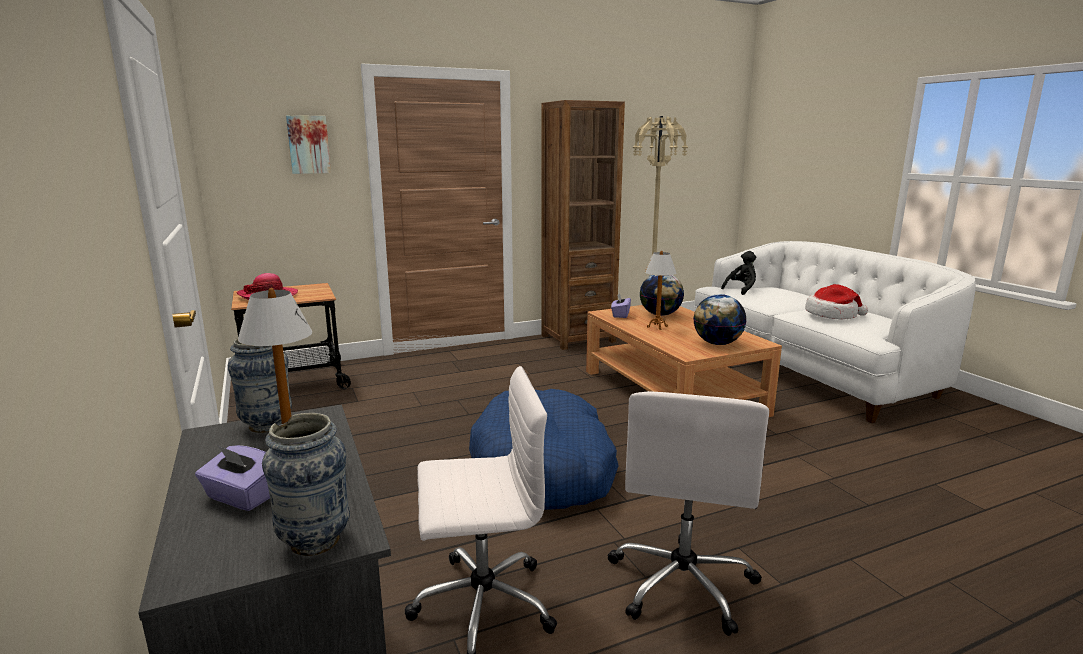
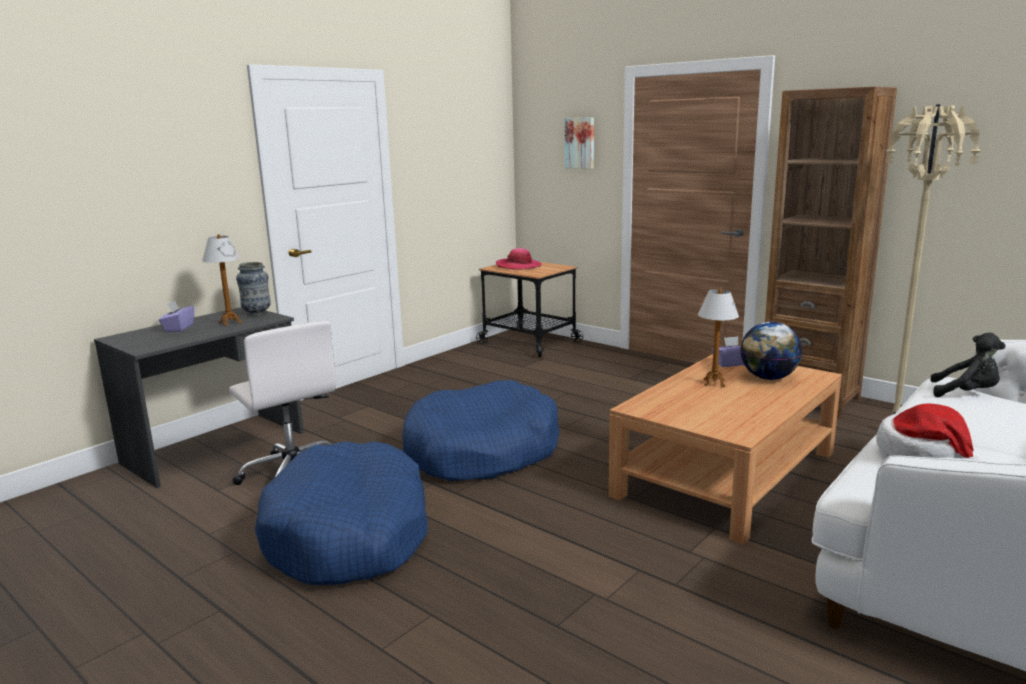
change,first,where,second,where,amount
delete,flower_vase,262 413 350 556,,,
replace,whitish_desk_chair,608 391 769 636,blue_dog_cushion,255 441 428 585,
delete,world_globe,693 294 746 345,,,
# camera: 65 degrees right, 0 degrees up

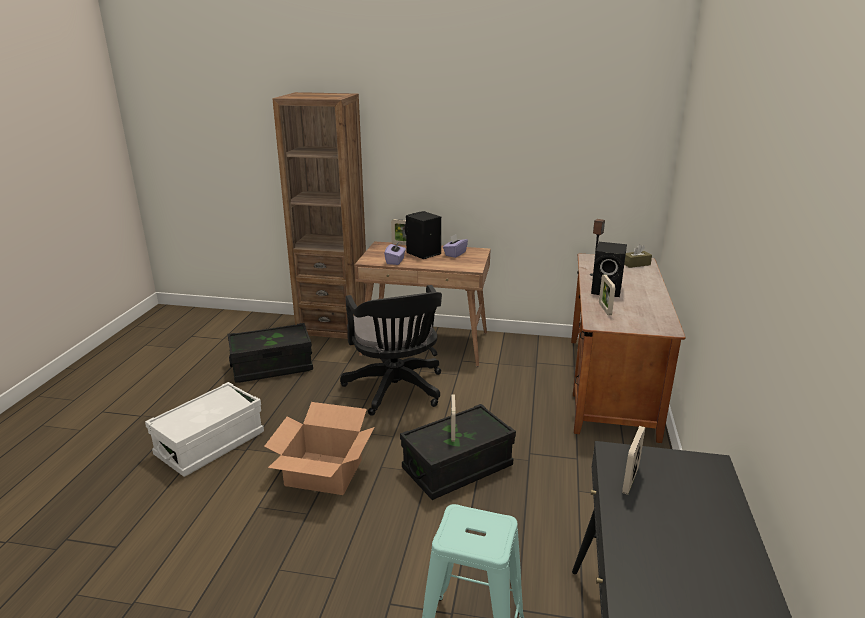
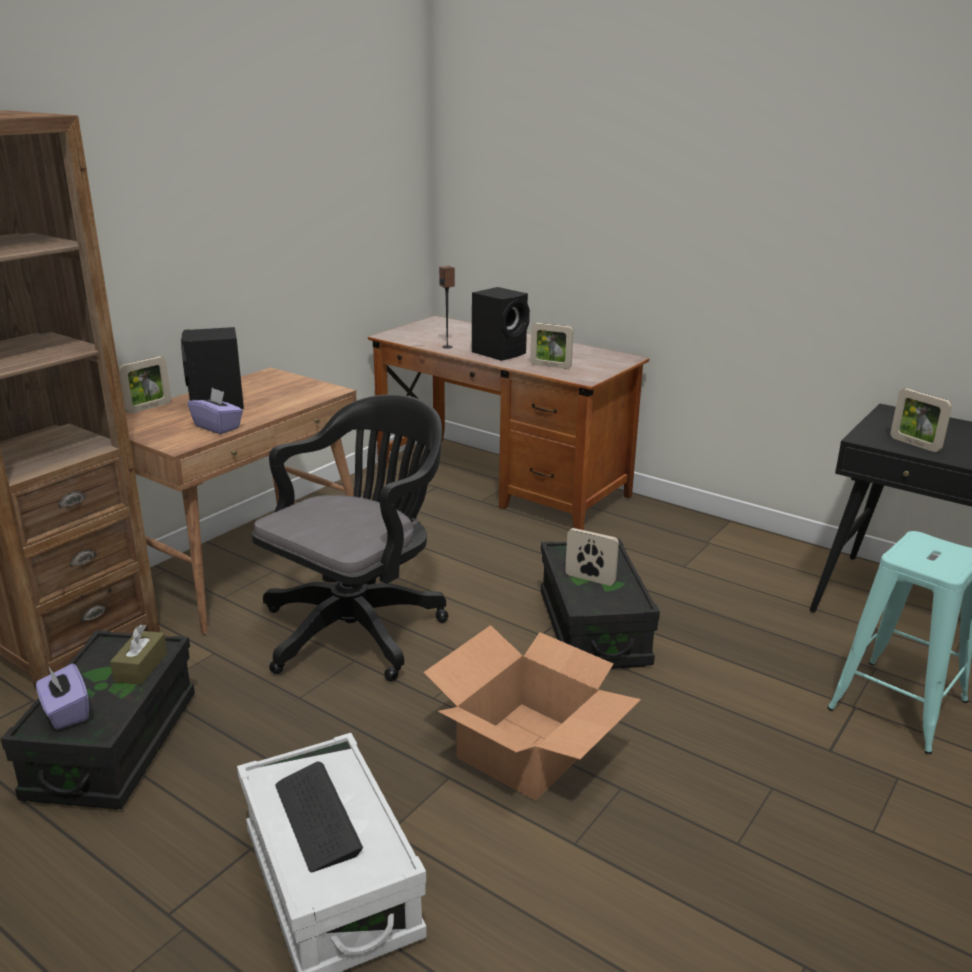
change,first,where,second,where,amount
rotate,blackish_desk_chair,340 285 442 416,,251 394 449 682,60 degrees counterclockwise
move,purple-coloured_tissue_box,443 234 468 258,,36 664 89 729,
move,brown-coloured_tissue_box,624 244 652 268,,110 624 167 685,
insert,,,keyboard,275 762 363 872,
# camera: 65 degrees left, 0 degrees up

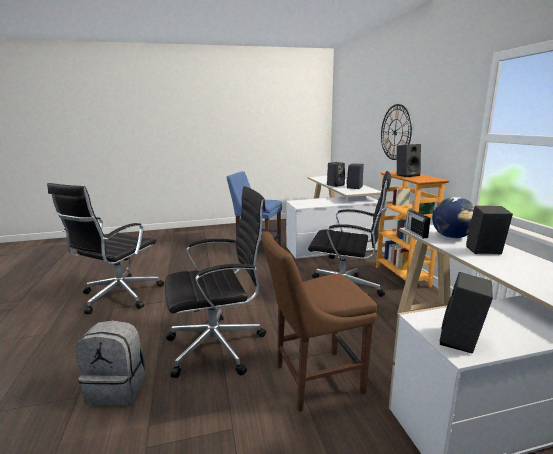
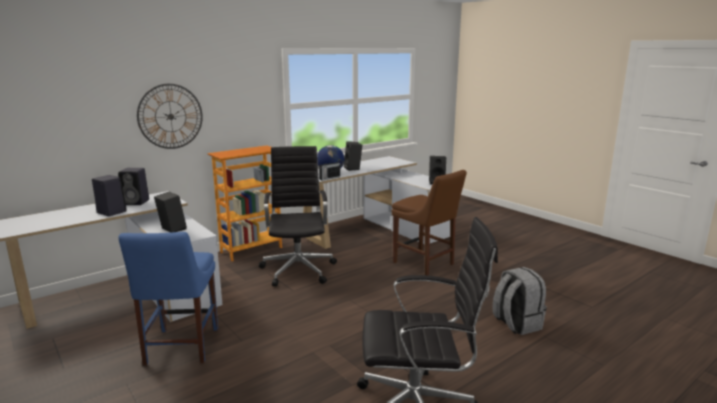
change,first,where,second,where,amount
delete,blackish_desk_chair,165 186 266 378,,,
move,blackish_speaker,397 144 421 177,,154 192 187 232,
# camera: 115 degrees left, 0 degrees up

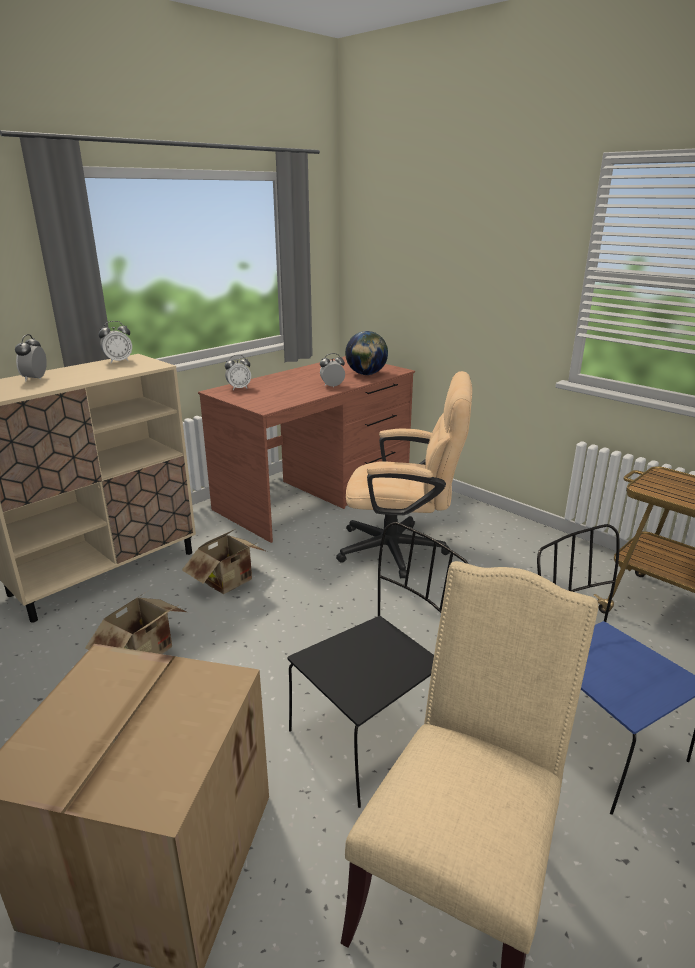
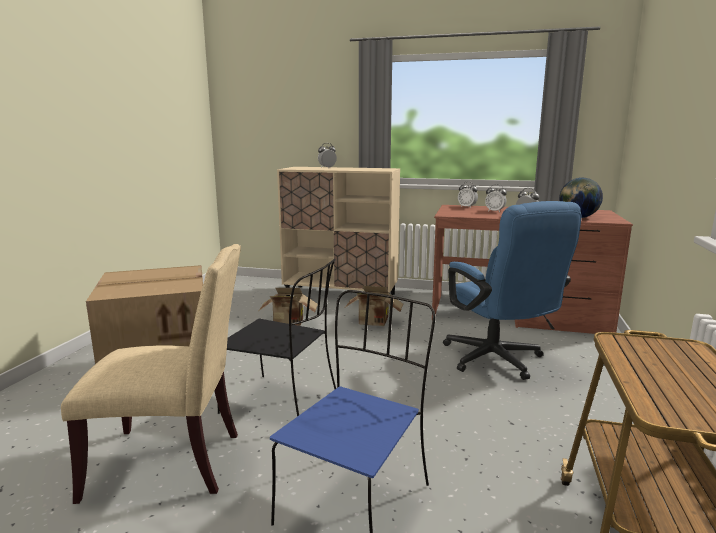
change,first,where,second,where,amount
move,table_clock,99 321 132 363,,485 184 507 212,
recolor,beige_desk_chair,336 371 472 579,blue_desk_chair,443 201 582 380,
# camera: 60 degrees right, 10 degrees down

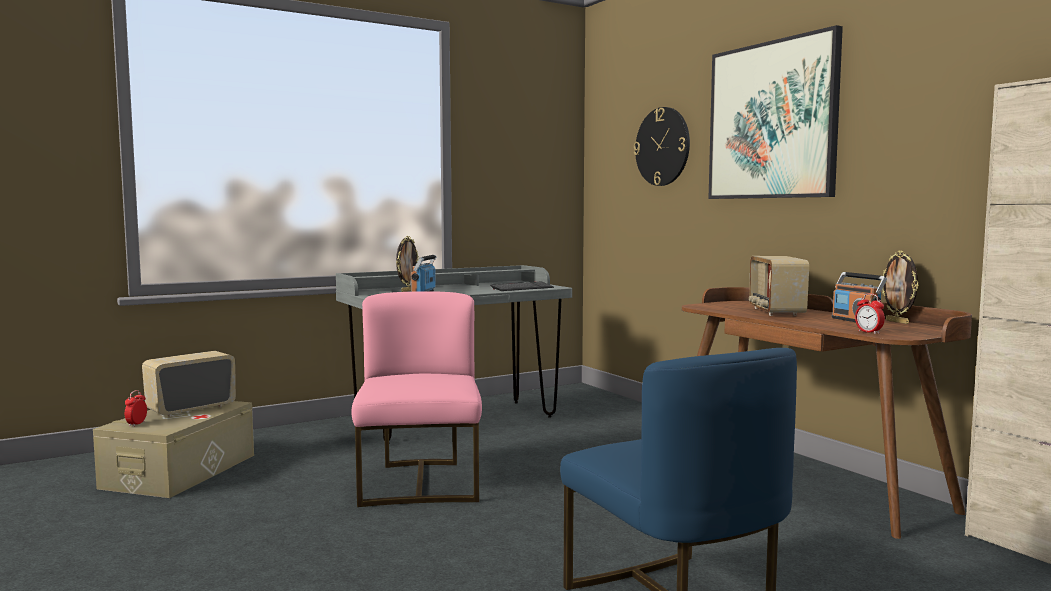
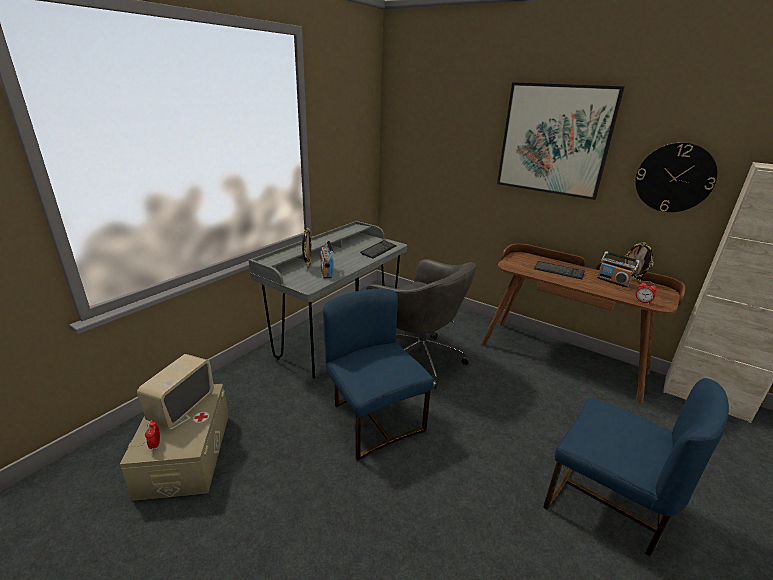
change,first,where,second,where,amount
recolor,pinkish_plain_chair,352 291 482 507,blue_plain_chair,323 288 434 461,
move,wall_clock,634 107 690 186,,635 143 717 212,
replace,radio_set,749 256 809 316,keyboard,534 261 585 279,
insert,,,greyish_desk_chair,366 259 476 389,
# camera: 25 degrees left, 20 degrees up

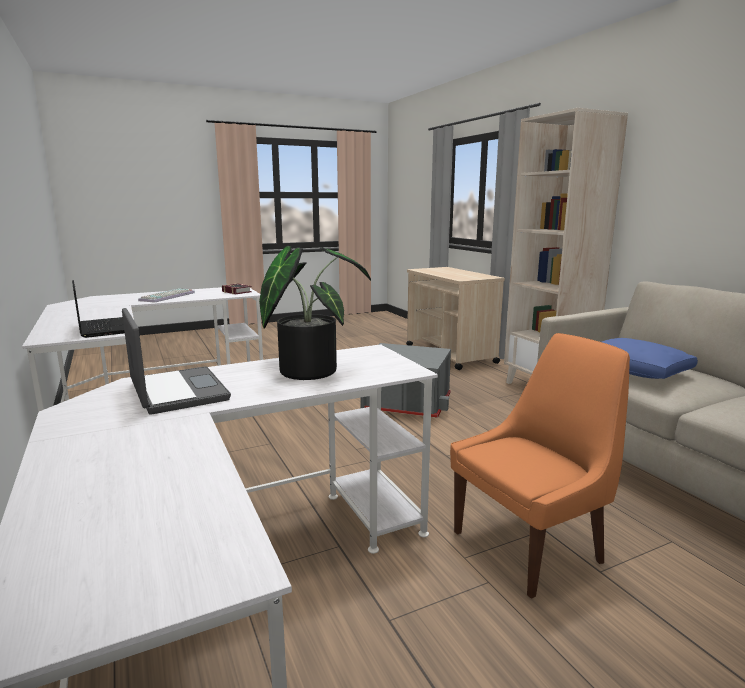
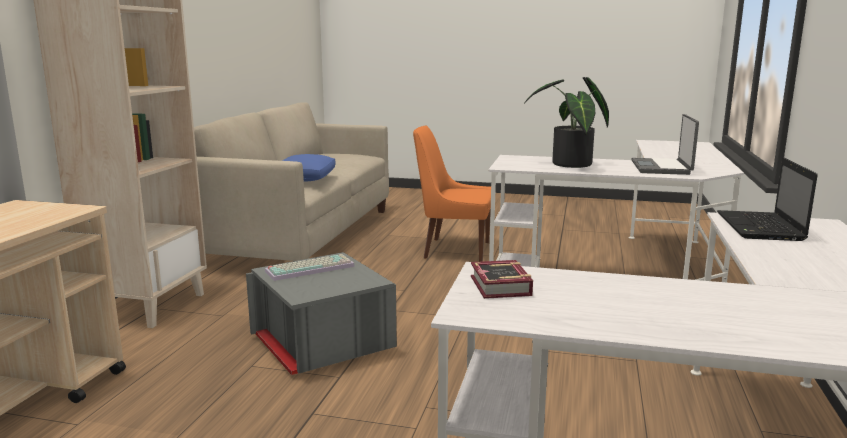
change,first,where,second,where,amount
move,keyboard,138 288 195 303,,265 254 355 281,
# camera: 140 degrees left, 0 degrees up

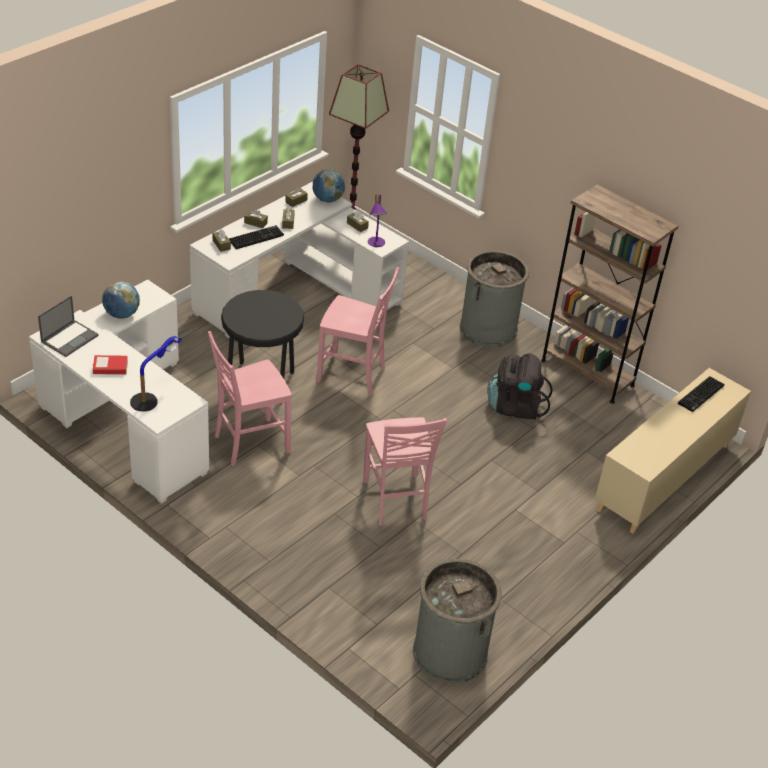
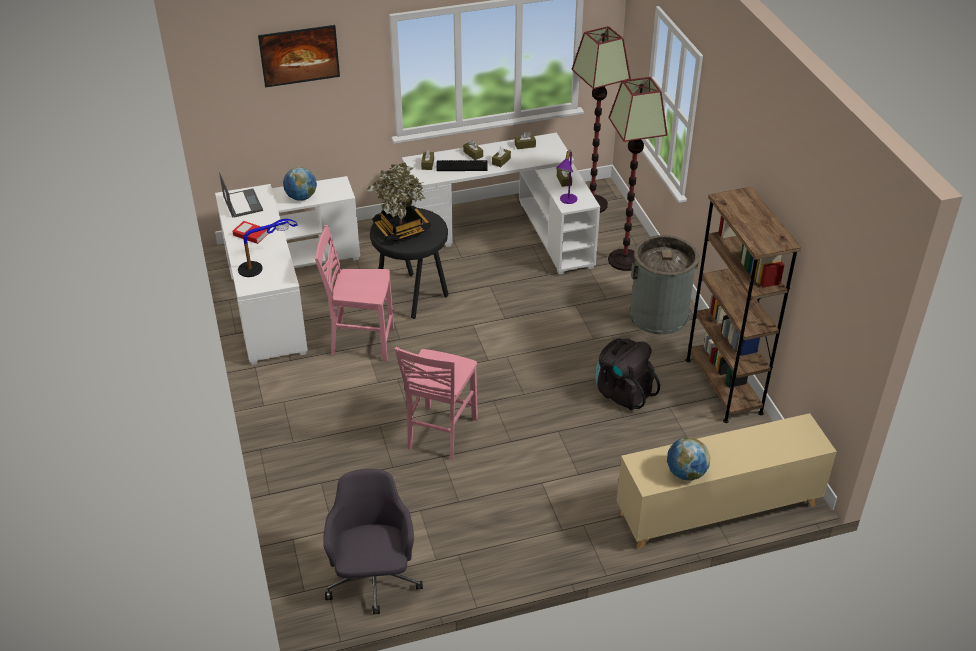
change,first,where,second,where,amount
rotate,laptop,38 296 99 357,,219 172 263 218,90 degrees counterclockwise
move,world_globe,313 169 345 202,,667 437 710 480,
delete,pinkish_plain_chair,316 267 399 395,,,
replace,greyish_waste_bin,413 559 502 683,greyish_desk_chair,323 469 423 614,
delete,keyboard,678 376 724 412,,,
insert,,,wall_art,258 25 340 88,
insert,,,plant_in_a_pot,366 162 431 241,
insert,,,standard_lamp,608 77 668 271,
# camera: 35 degrees right, 0 degrees up

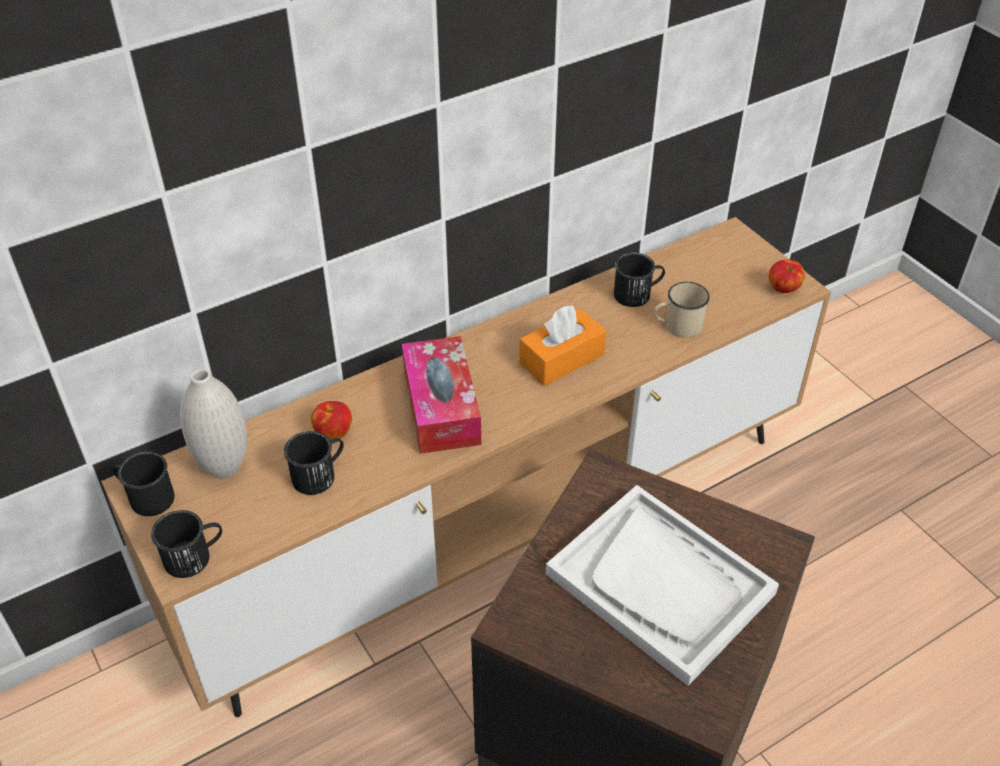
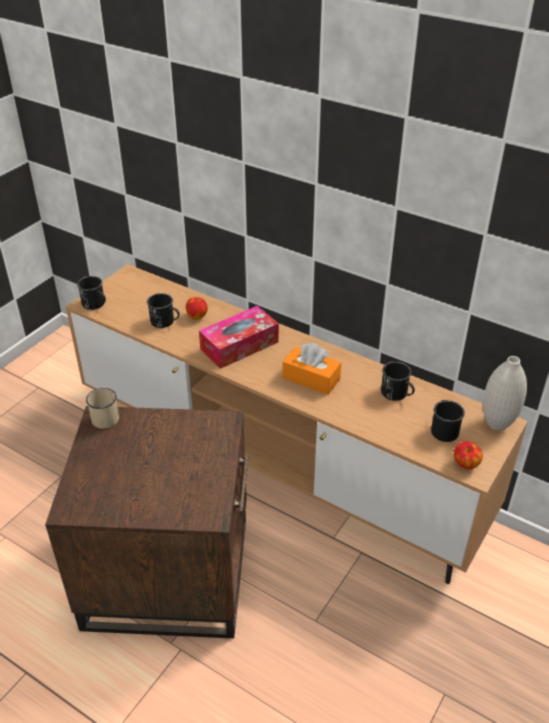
change,first,where,second,where,amount
move,blackish_tea_mug,112 452 175 516,,431 400 465 442,
move,whitish_flower_vase,180 369 247 478,,483 356 527 431,
delete,whitish_tray,546 485 779 686,,,
move,beige_tea_mug,654 282 710 338,,86 388 119 429,
# camera: 65 degrees right, 5 degrees down

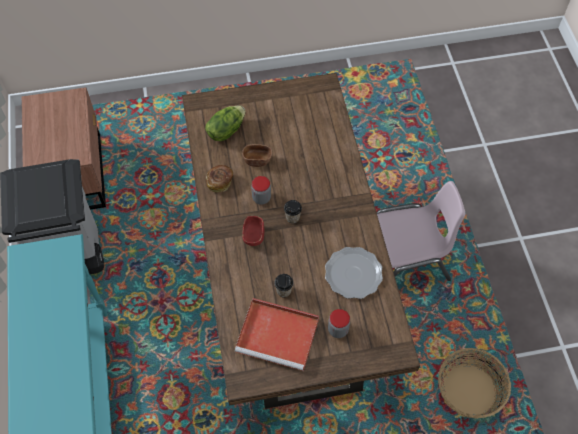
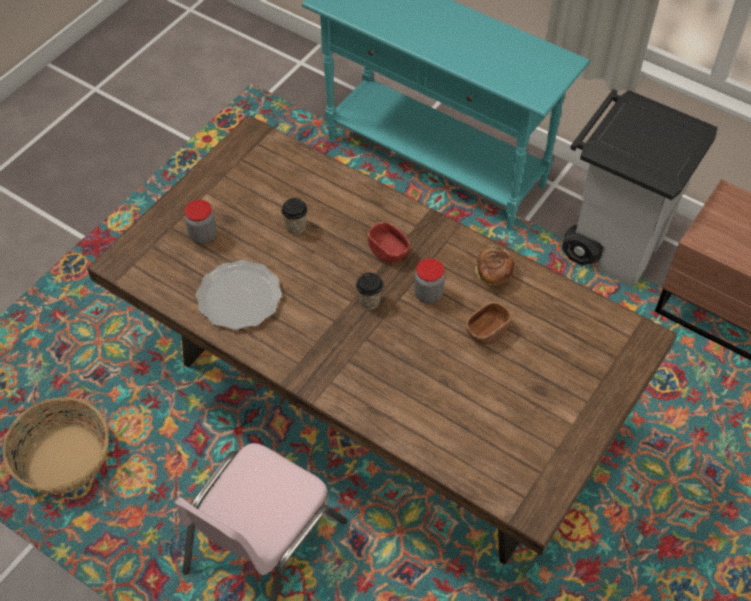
change,first,where,second,where,amount
delete,lettuce_head,205 105 245 141,,,
delete,red_tray,235 298 319 371,,,
# camera: 135 degrees right, 5 degrees down

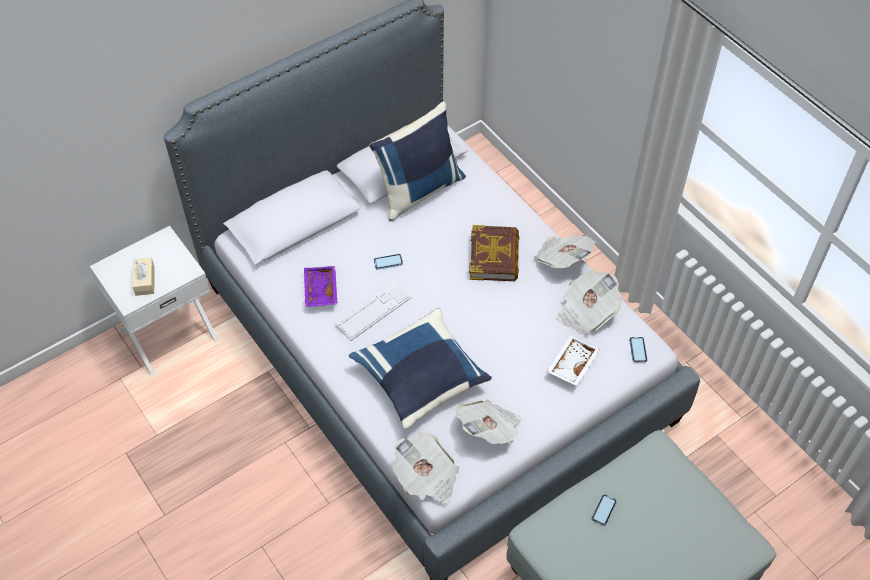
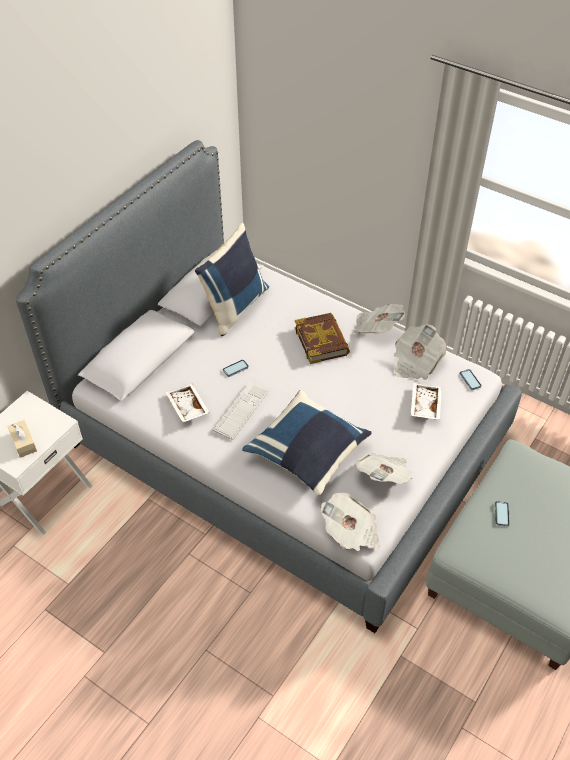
change,first,where,second,where,amount
recolor,purple-coloured_tray,304 266 338 307,whitish_tray,166 384 210 423,
# camera: 20 degrees left, 5 degrees down

